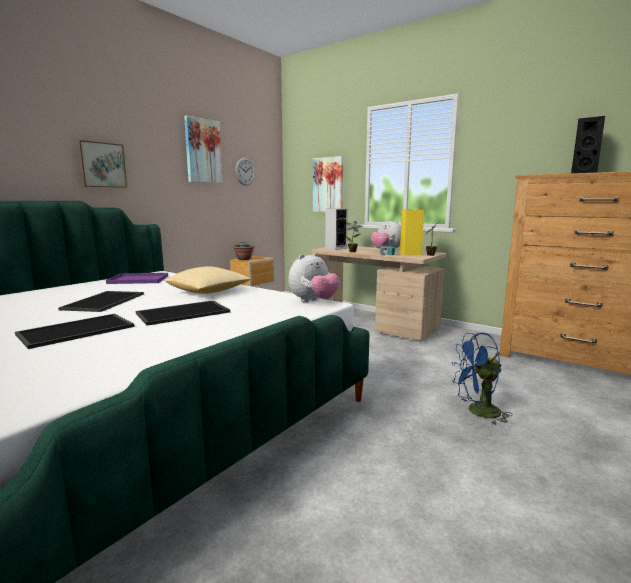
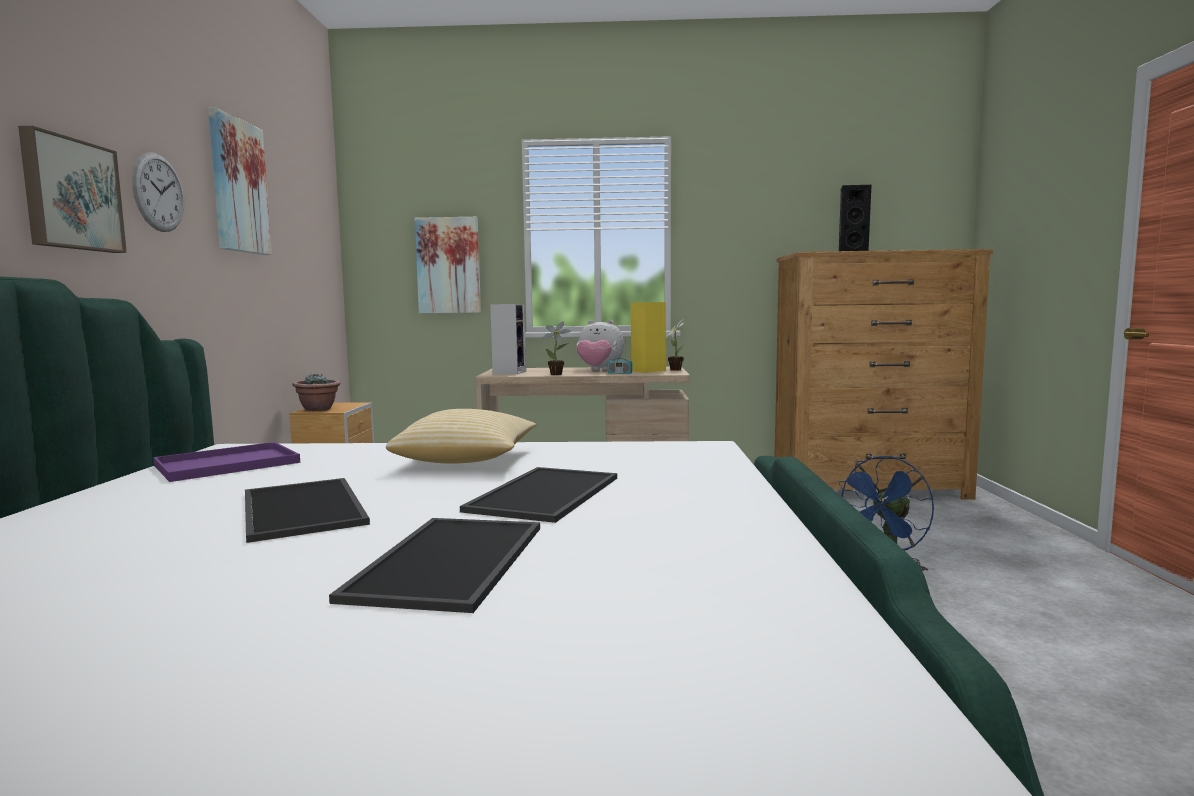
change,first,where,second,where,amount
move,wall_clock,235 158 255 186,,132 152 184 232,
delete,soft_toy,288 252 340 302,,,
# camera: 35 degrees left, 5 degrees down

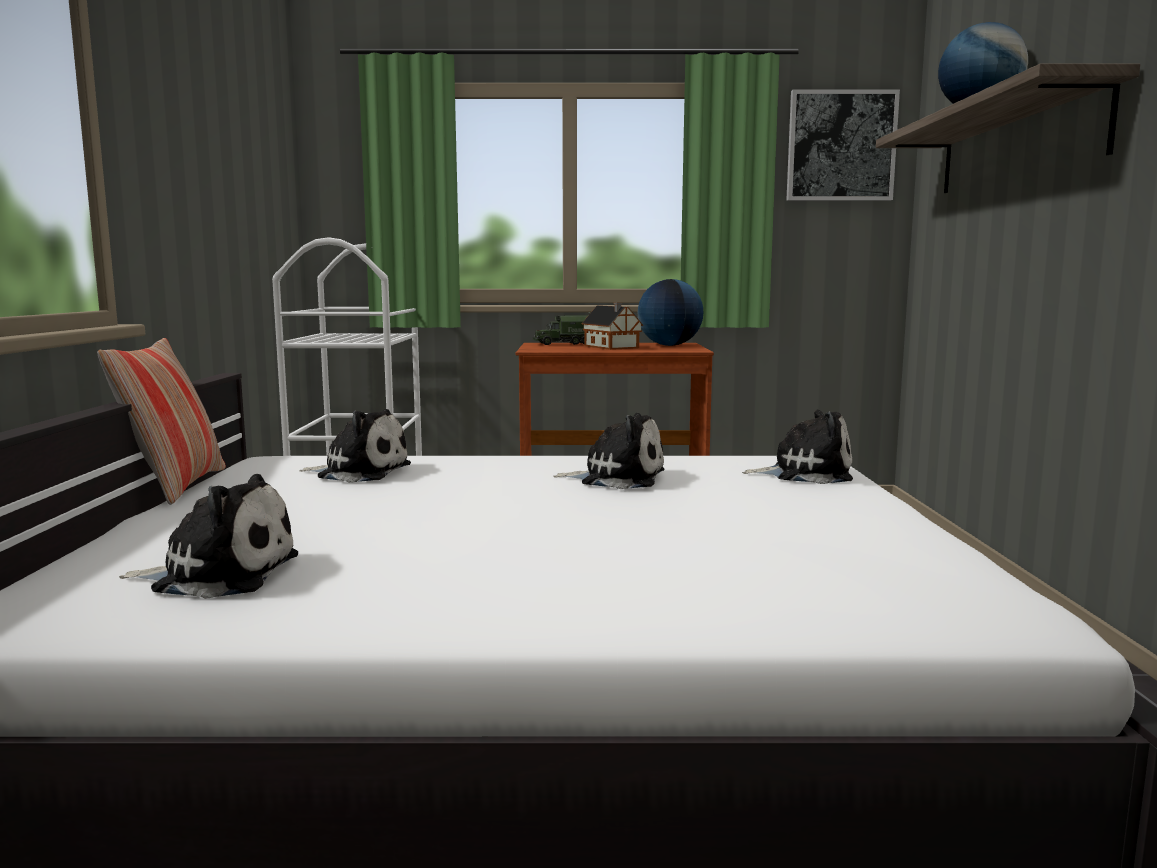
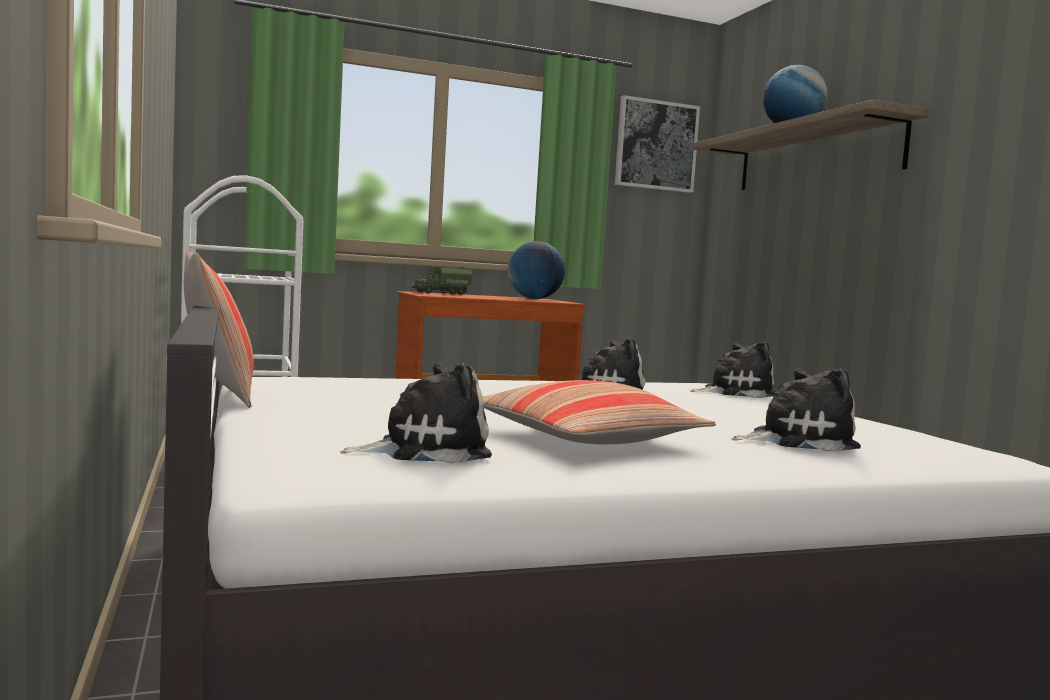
change,first,where,second,where,amount
move,soft_toy,299 409 411 483,,732 368 861 452,
delete,model_house,582 302 643 350,,,
insert,,,cushion,482 380 716 444,
# camera: 20 degrees left, 5 degrees down

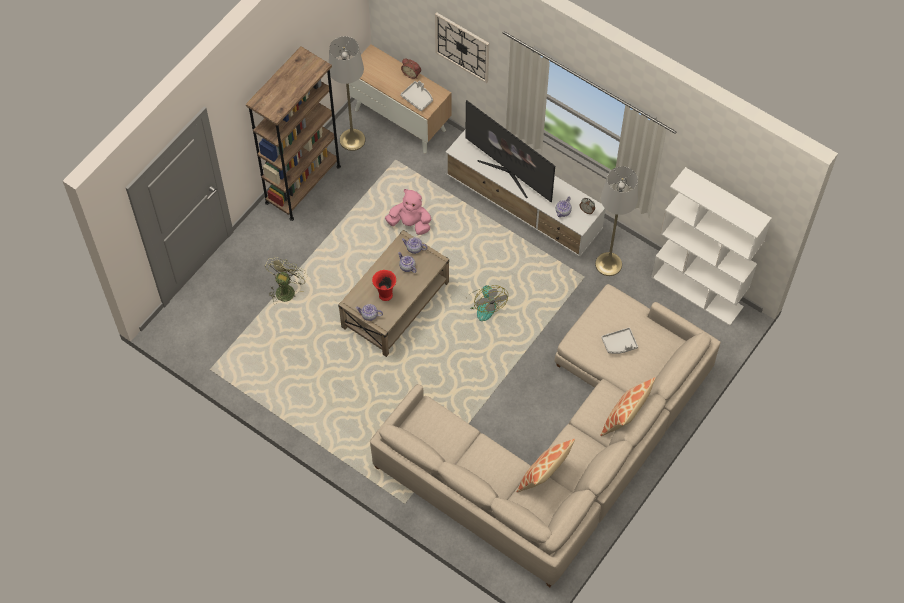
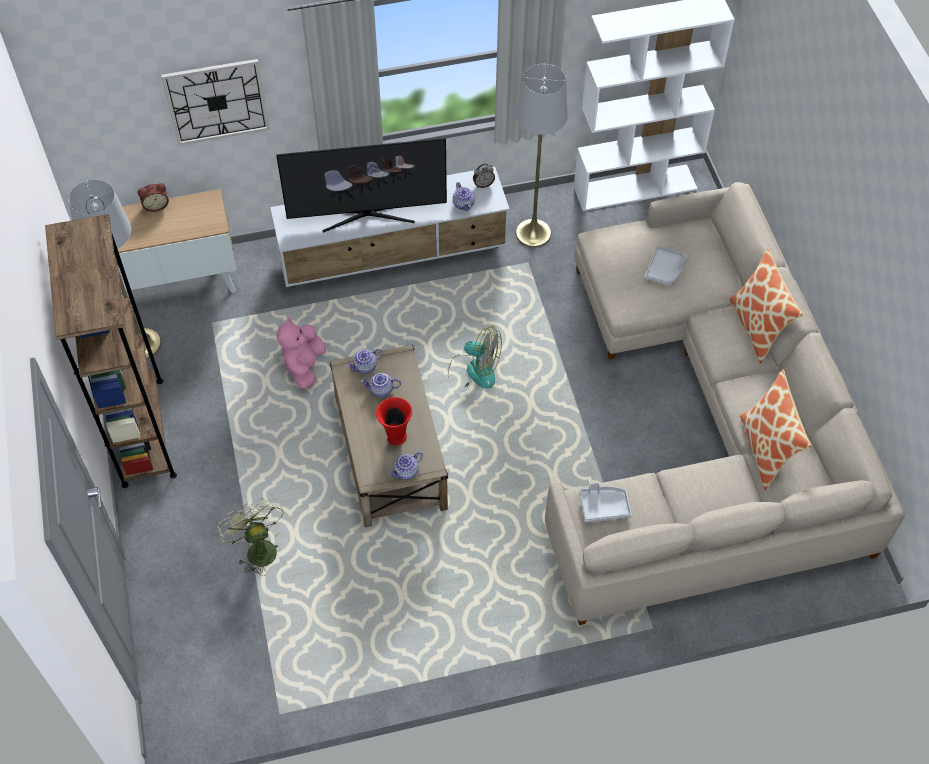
change,first,where,second,where,amount
rotate,pinkish_soft_toy,385 189 431 235,,276 317 326 389,45 degrees counterclockwise
move,greyish_tray,400 81 433 111,,579 482 632 523,
# camera: 50 degrees left, 5 degrees down

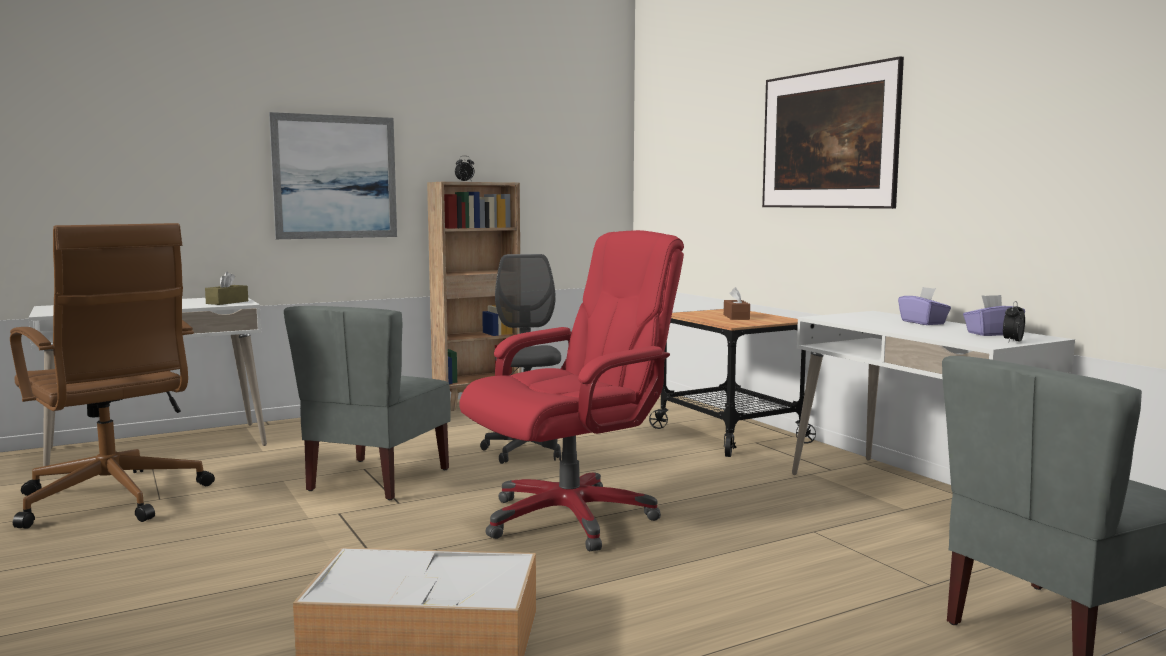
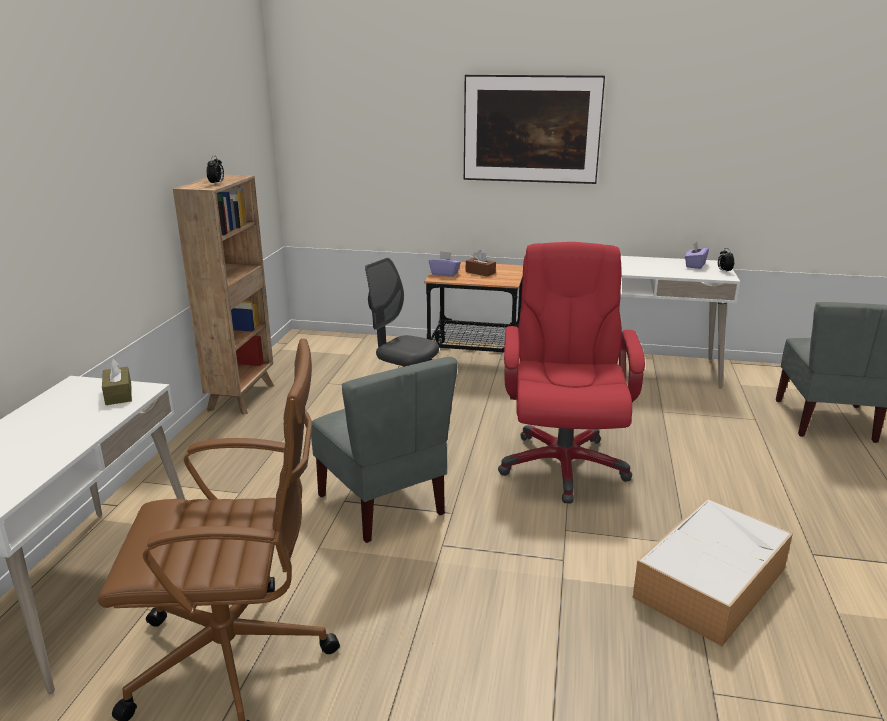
change,first,where,second,where,amount
delete,wall_art,269 112 397 239,,,
move,purple-coloured_tissue_box,898 287 951 325,,429 251 461 277,
# camera: 50 degrees left, 15 degrees up

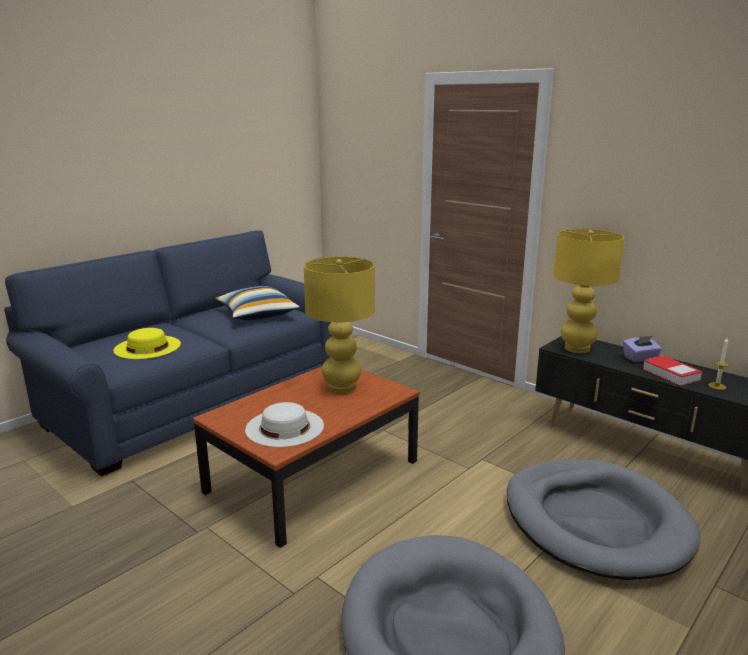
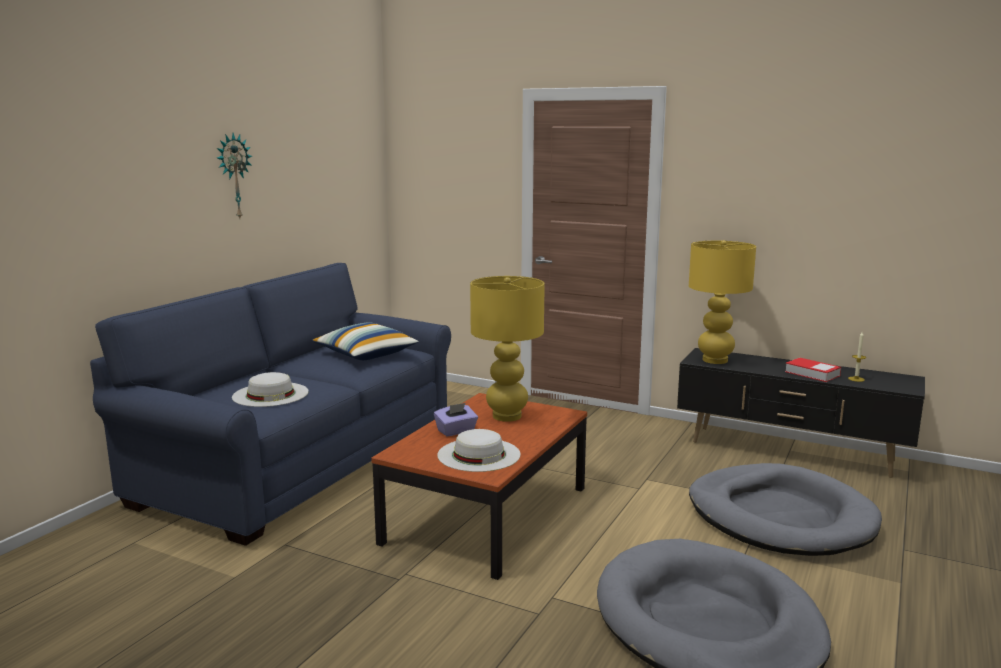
change,first,where,second,where,amount
recolor,yellowish_hat,113 328 181 359,whitish_hat,232 372 308 407,
move,purple-coloured_tissue_box,623 336 662 362,,434 403 478 436,
insert,,,wall_clock,217 133 252 218,
# camera: 15 degrees left, 5 degrees down

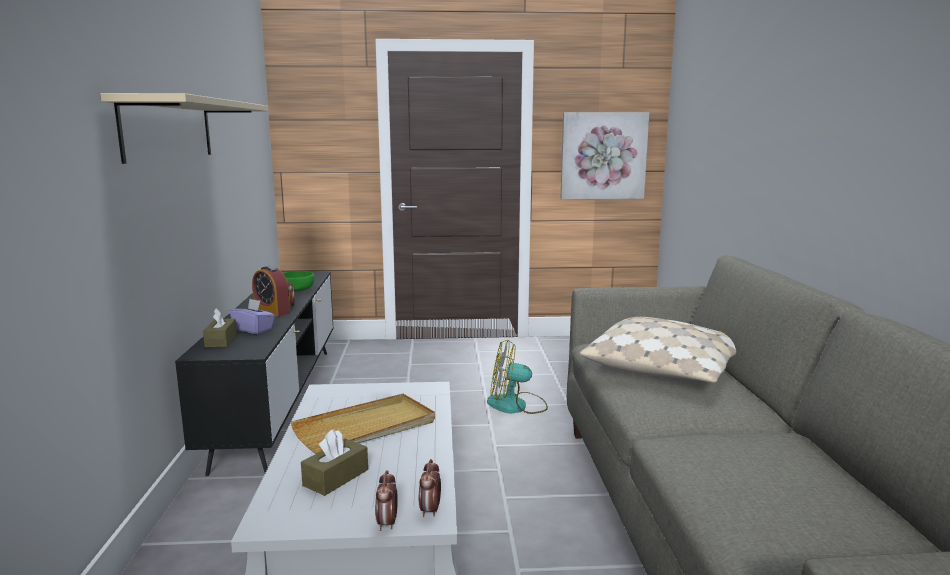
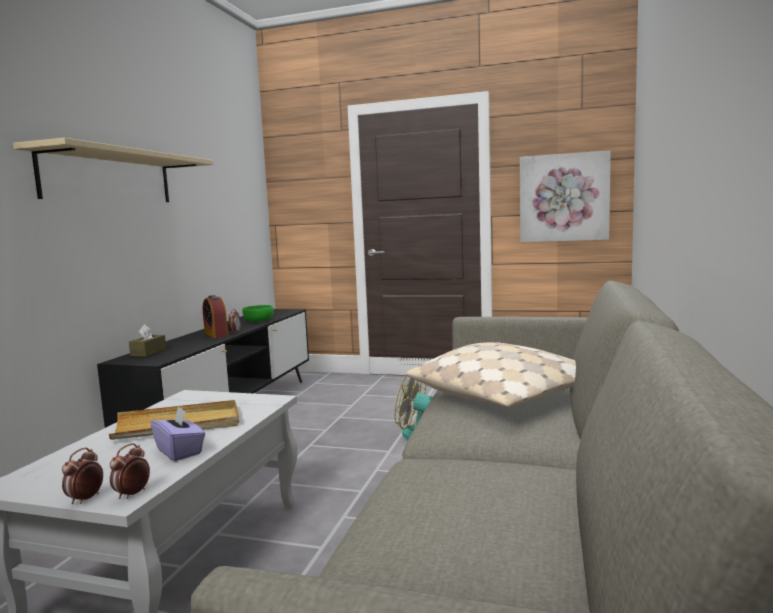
change,first,where,second,where,amount
move,purple-coloured_tissue_box,230 298 275 334,,151 406 205 461,
delete,brown-coloured_tissue_box,301 429 368 496,,,
# camera: 20 degrees right, 5 degrees down

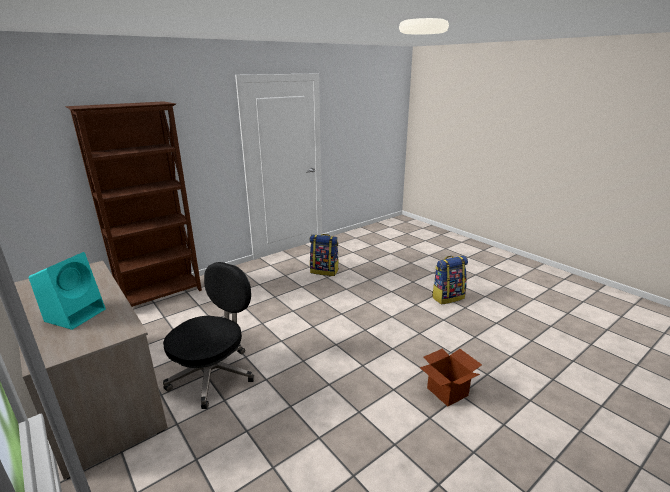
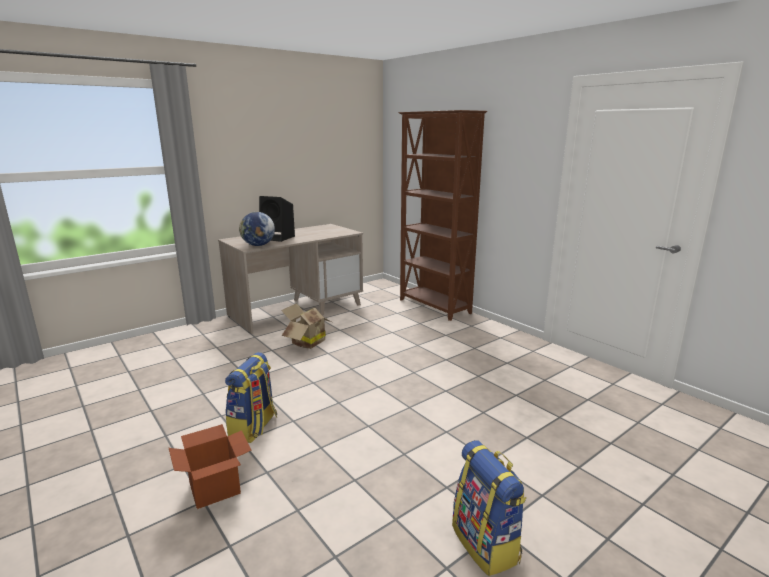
change,first,where,second,where,amount
recolor,turquoise_speaker,29 252 106 330,blackish_speaker,259 196 295 242,
replace,blackish_desk_chair,163 262 254 409,packing_box,281 303 331 349,
move,backpack,310 234 339 276,,225 352 277 443,
insert,,,world_globe,239 212 275 246,
# camera: 90 degrees right, 5 degrees down

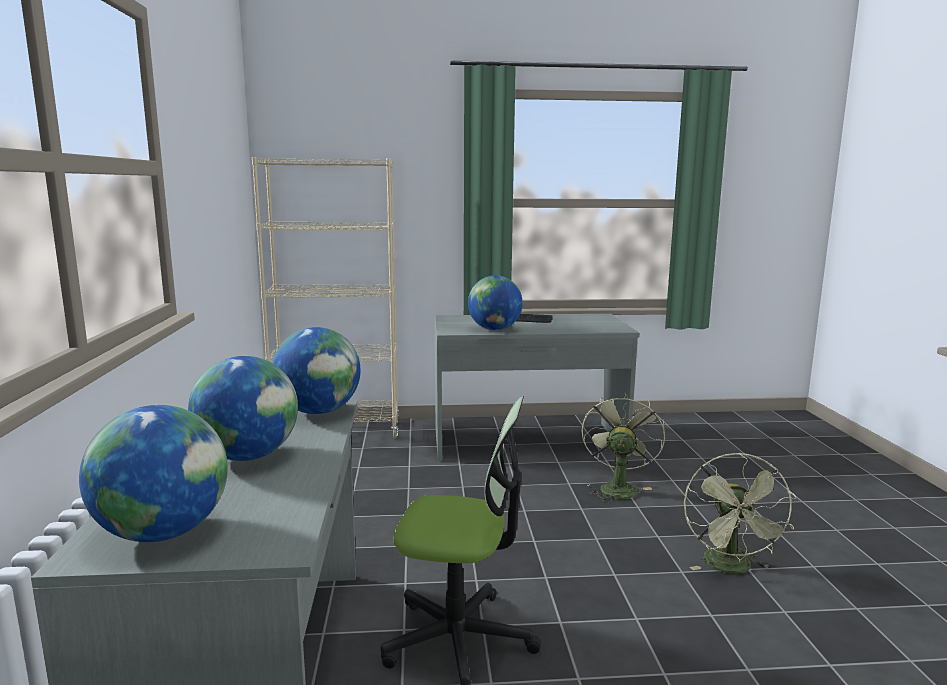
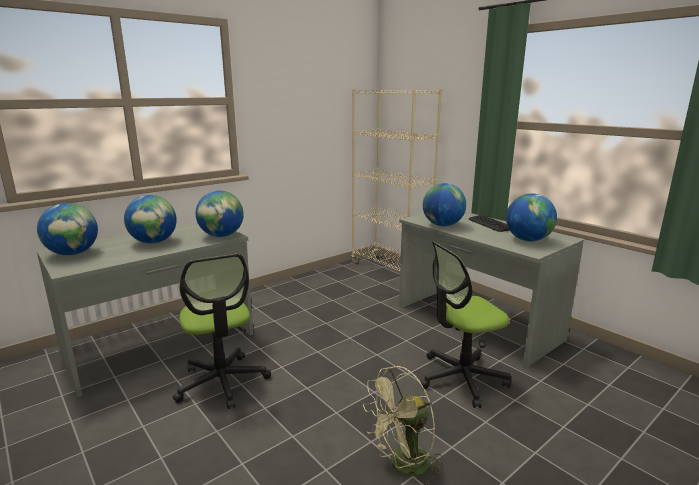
change,first,where,second,where,amount
replace,green-coloured_fan,582 392 665 503,desk_chair,420 242 511 408,
insert,,,world_globe,506 194 557 241,
# camera: 55 degrees right, 5 degrees up

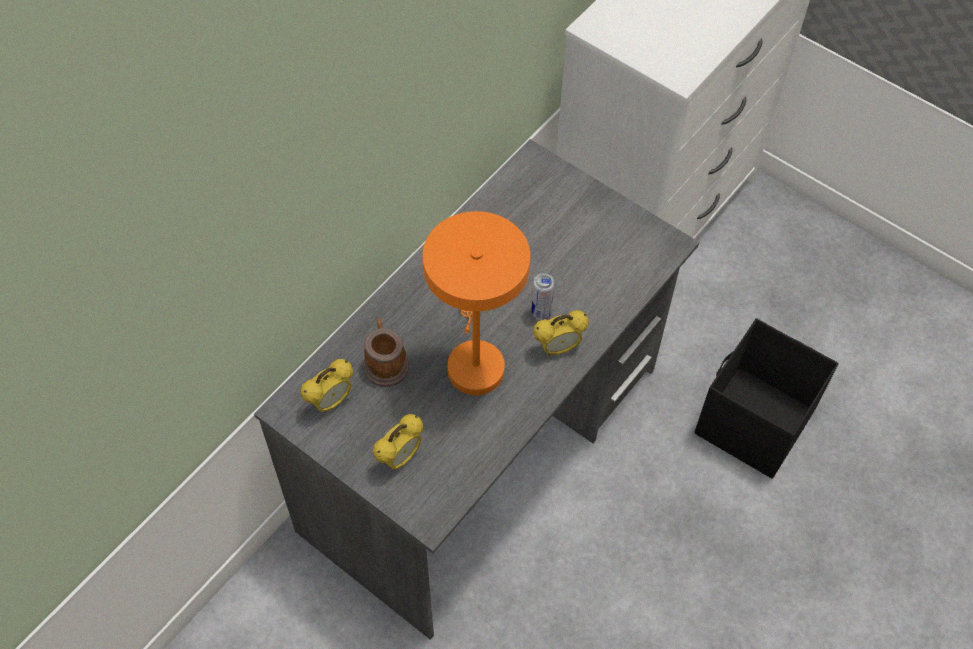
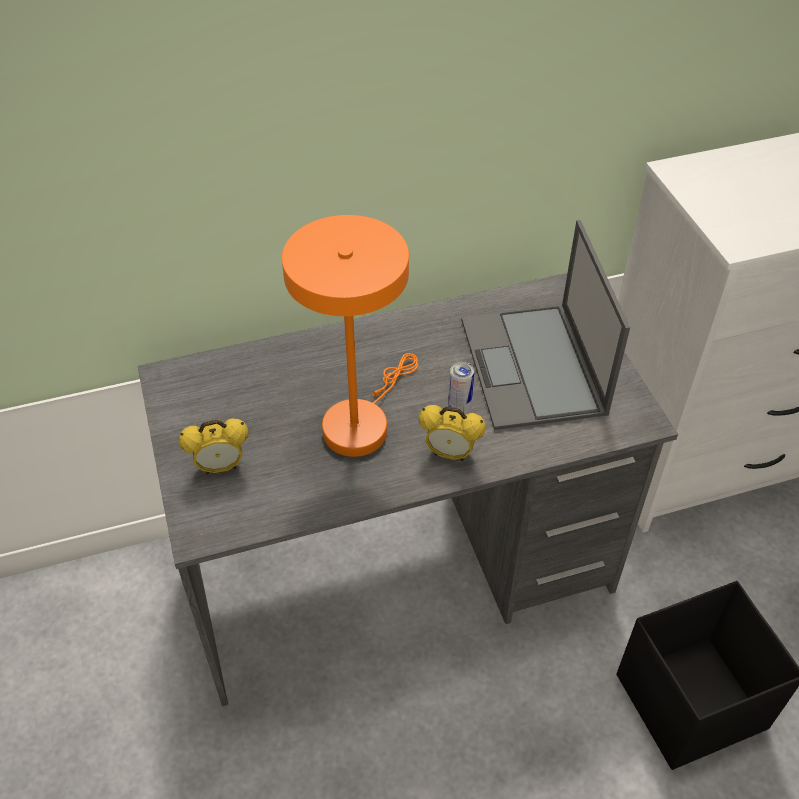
change,first,where,second,where,amount
delete,table_clock,300 359 353 413,,,
delete,tea_mug,364 318 409 387,,,
insert,,,laptop,461 220 630 430,
# camera: 35 degrees right, 10 degrees down

